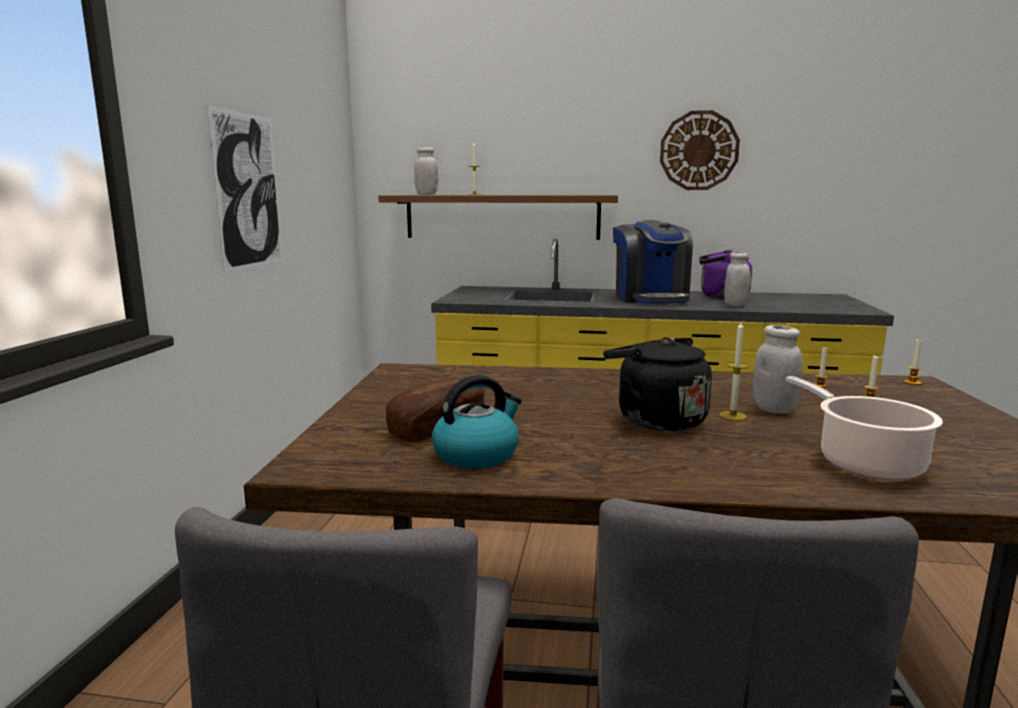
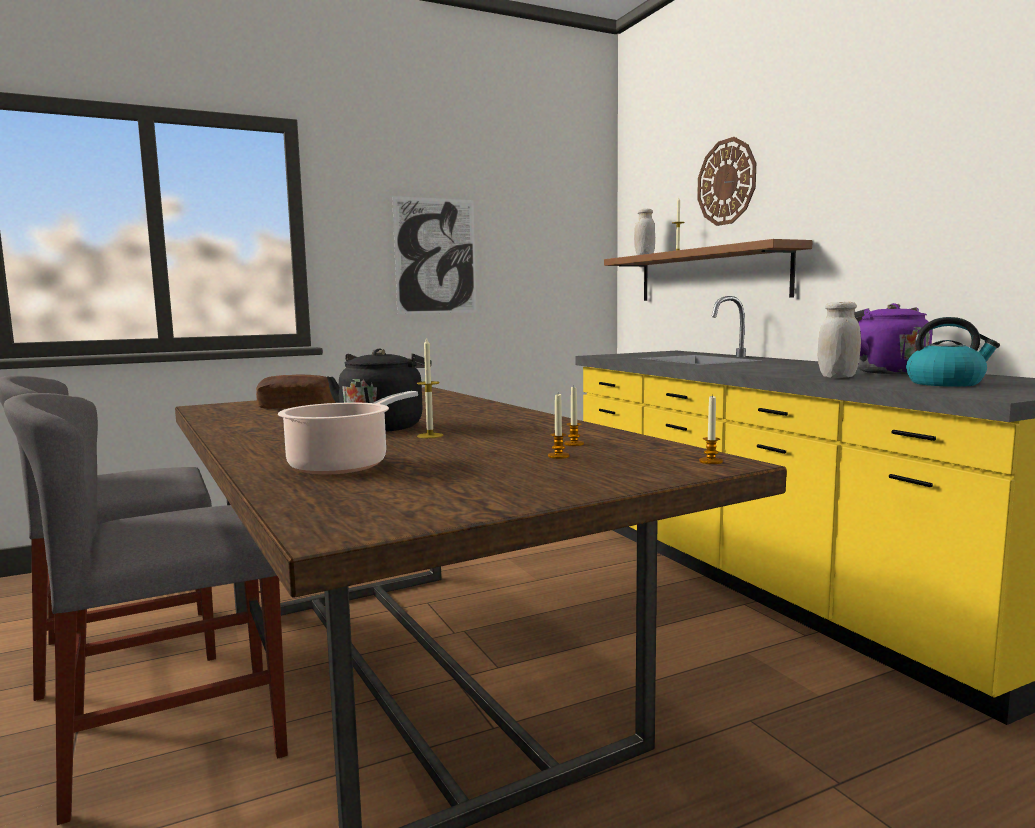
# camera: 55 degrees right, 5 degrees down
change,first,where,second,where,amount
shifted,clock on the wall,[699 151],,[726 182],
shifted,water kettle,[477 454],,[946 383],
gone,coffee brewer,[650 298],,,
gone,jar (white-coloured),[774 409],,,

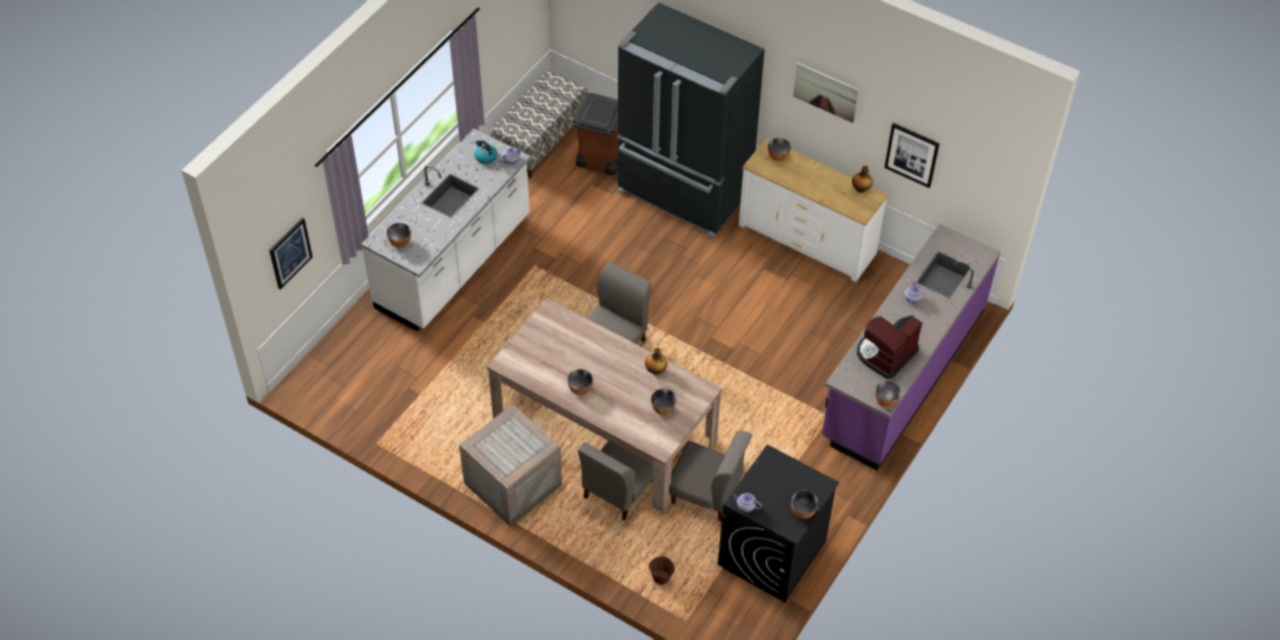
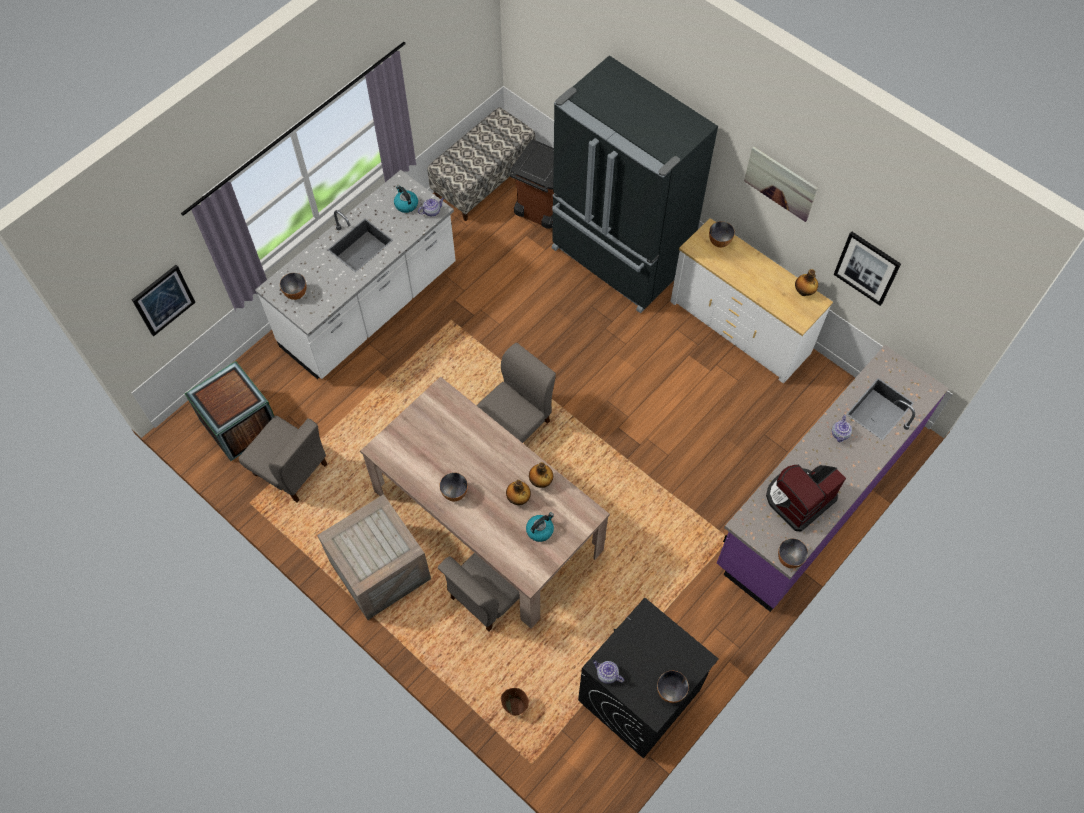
# camera: 10 degrees right, 10 degrees up
change,first,where,second,where,amount
new,,,crate,[240 424],
shifted,upright chair (greyish),[706 494],,[291 470],
new,,,drink bottle,[518 498],
swapped,deep dish,[663 409],water kettle,[540 530],

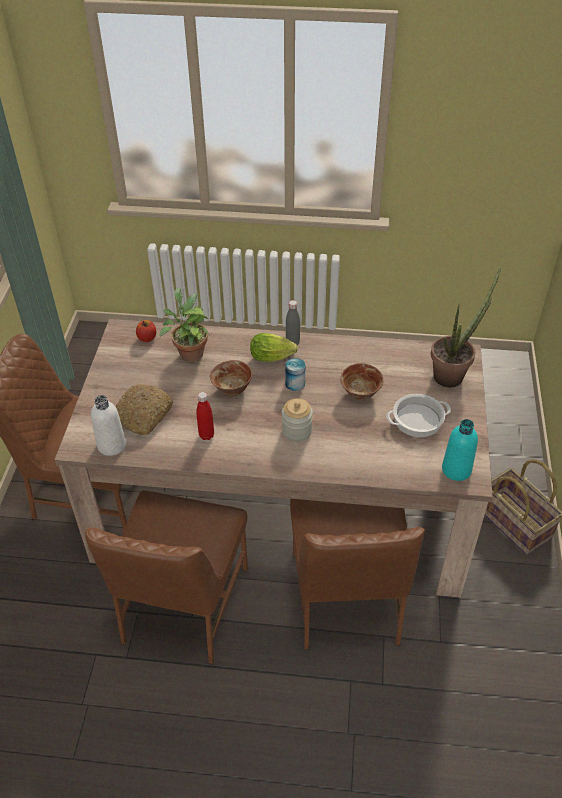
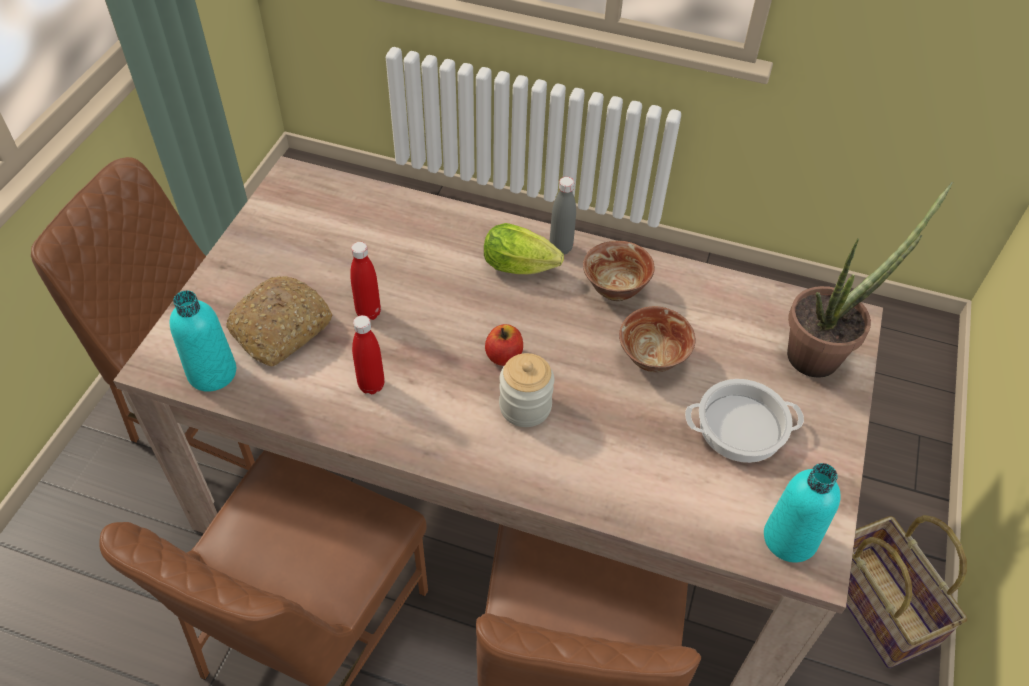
# camera: 10 degrees right, 5 degrees up
change,first,where,second,where,amount
repainted,drink bottle (white-coloured),[111 445],drink bottle (blue-green),[212 373],
new,,,drink bottle (reddish),[368 313],
shifted,apple,[147 338],,[504 356],
shifted,deep dish,[232 389],,[615 289],
gone,houseplant,[189 352],,,
gone,sealed can,[295 383],,,

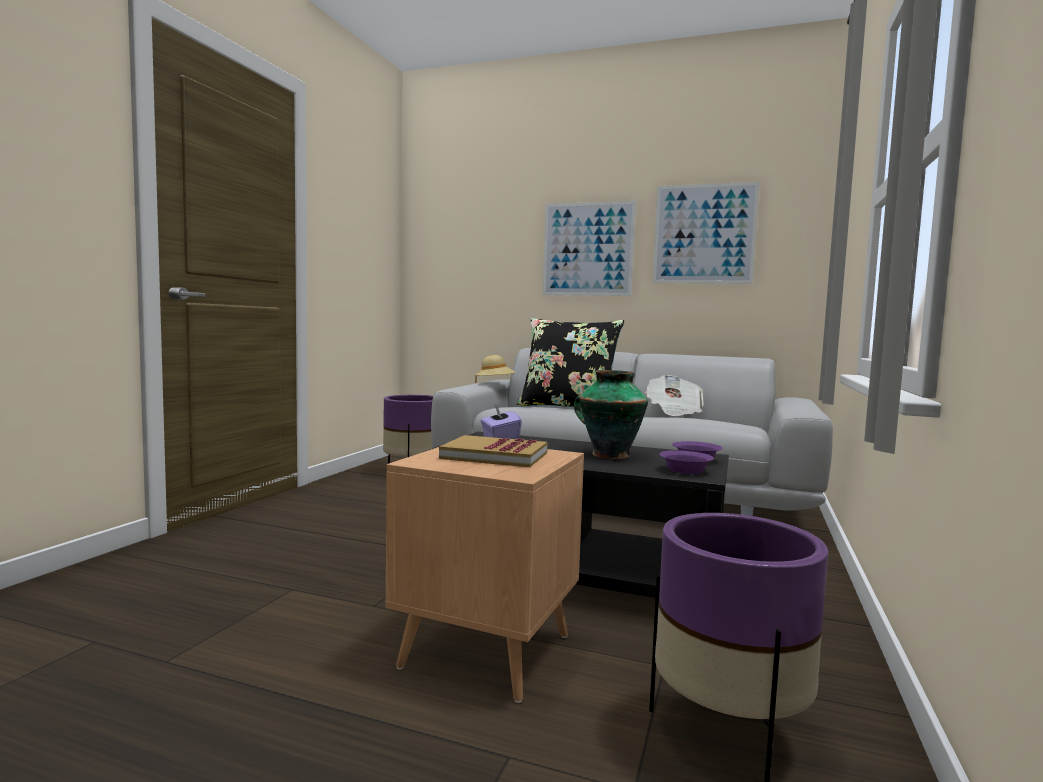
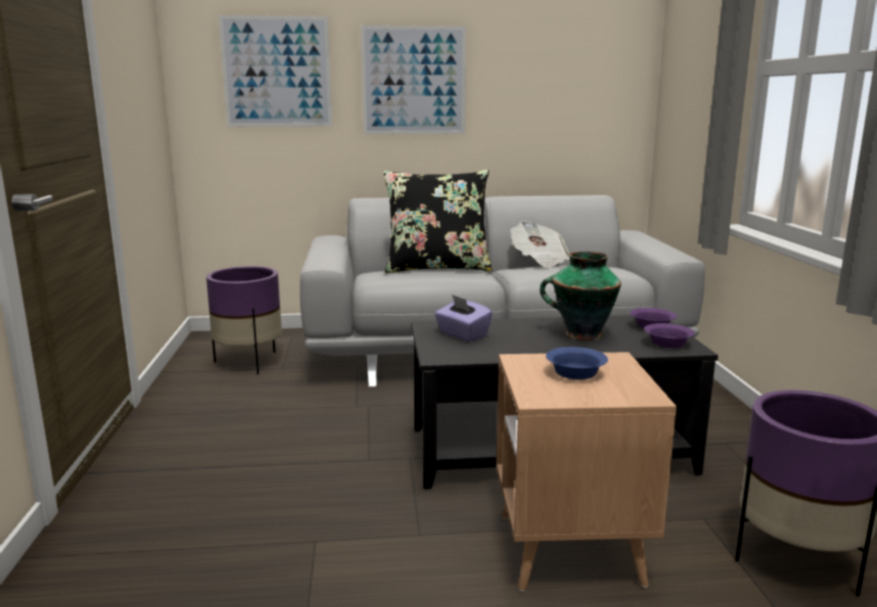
# camera: 25 degrees left, 10 degrees up
change,first,where,second,where,amount
shifted,picture,[704 234],,[277 72],
swapped,volume,[494 455],deep dish (blue),[577 373],
gone,hat (sand-coloured),[495 384],,,

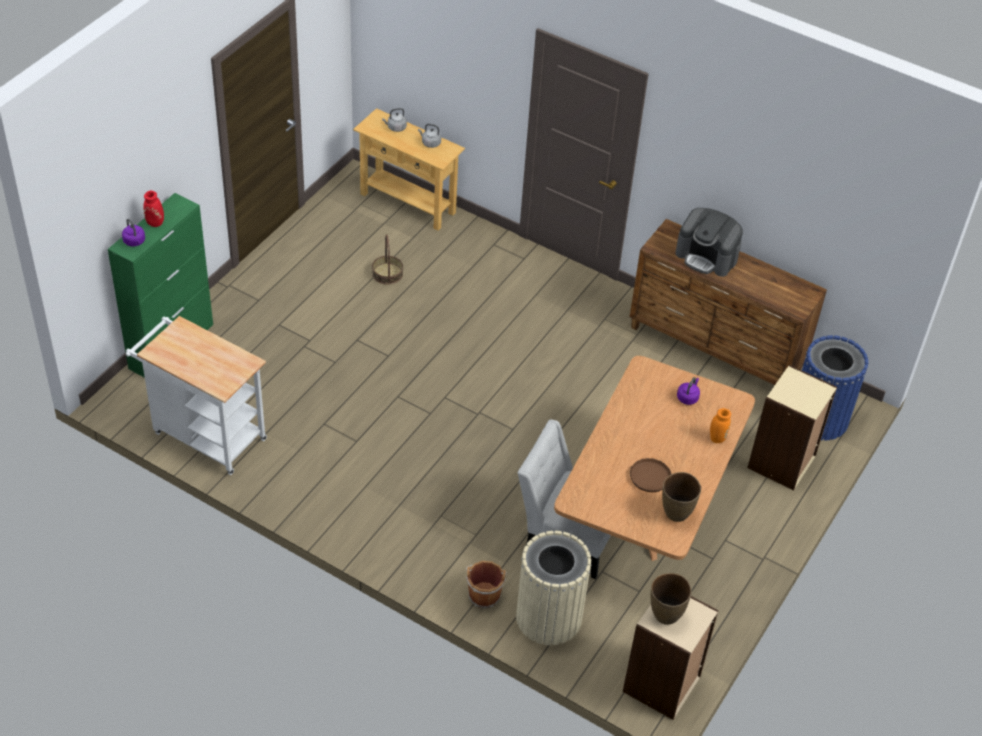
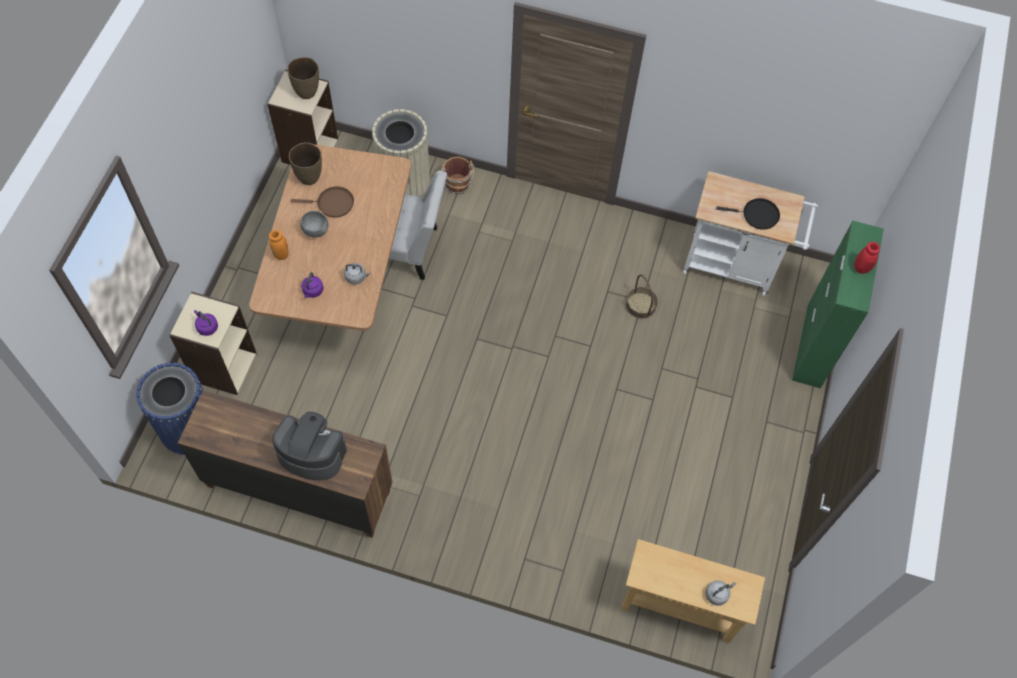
# camera: 165 degrees right, 15 degrees up
change,first,where,second,where,amount
shifted,water kettle (purplish),[135 242],,[207 327],
new,,,deep dish (greyish),[316 231],
shifted,water kettle (greyish),[430 143],,[357 277],
shifted,storage basket,[387 274],,[641 305],
new,,,skillet (black-coloured),[757 215],

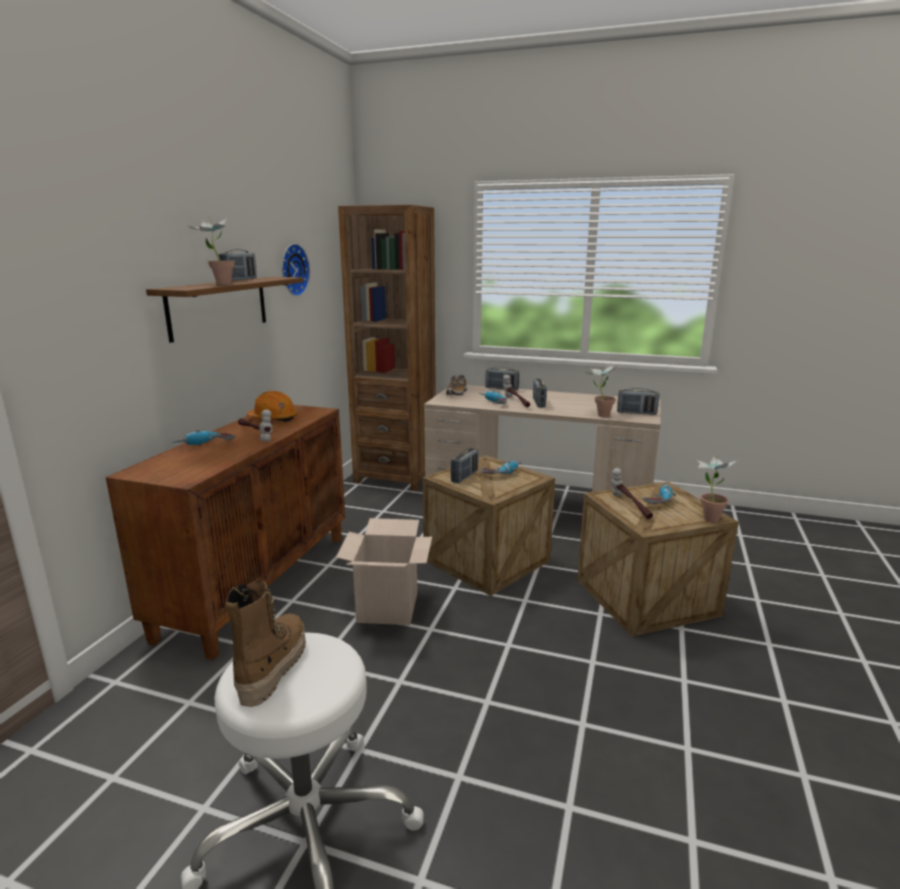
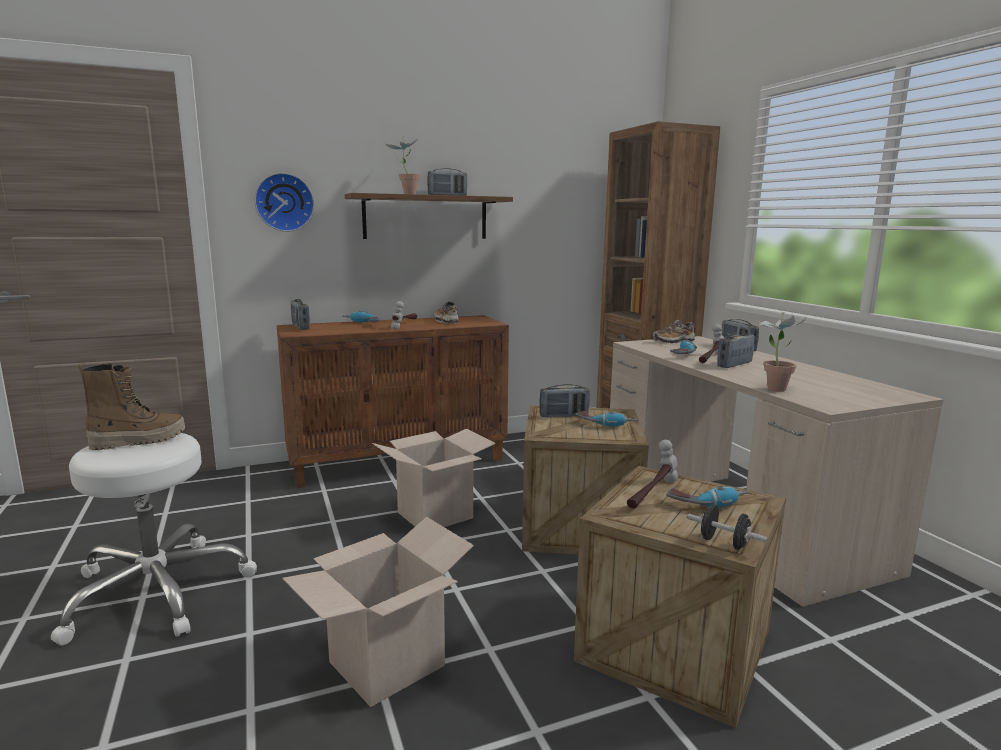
# camera: 50 degrees right, 5 degrees down
change,first,where,second,where,amount
shifted,clock on the wall,[292 270],,[284 202],
new,,,cardboard box,[386 664],
shifted,radio,[636 413],,[300 327],
swapped,work helmet (orangey),[273 419],shoe,[446 321],
swapped,houseplant,[708 516],free weight (black-coloured),[724 543],

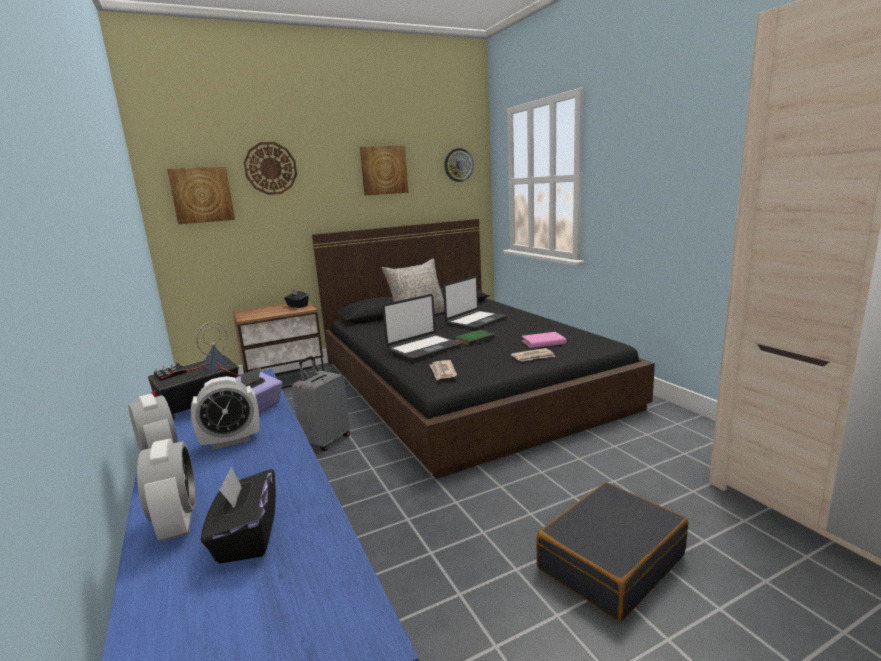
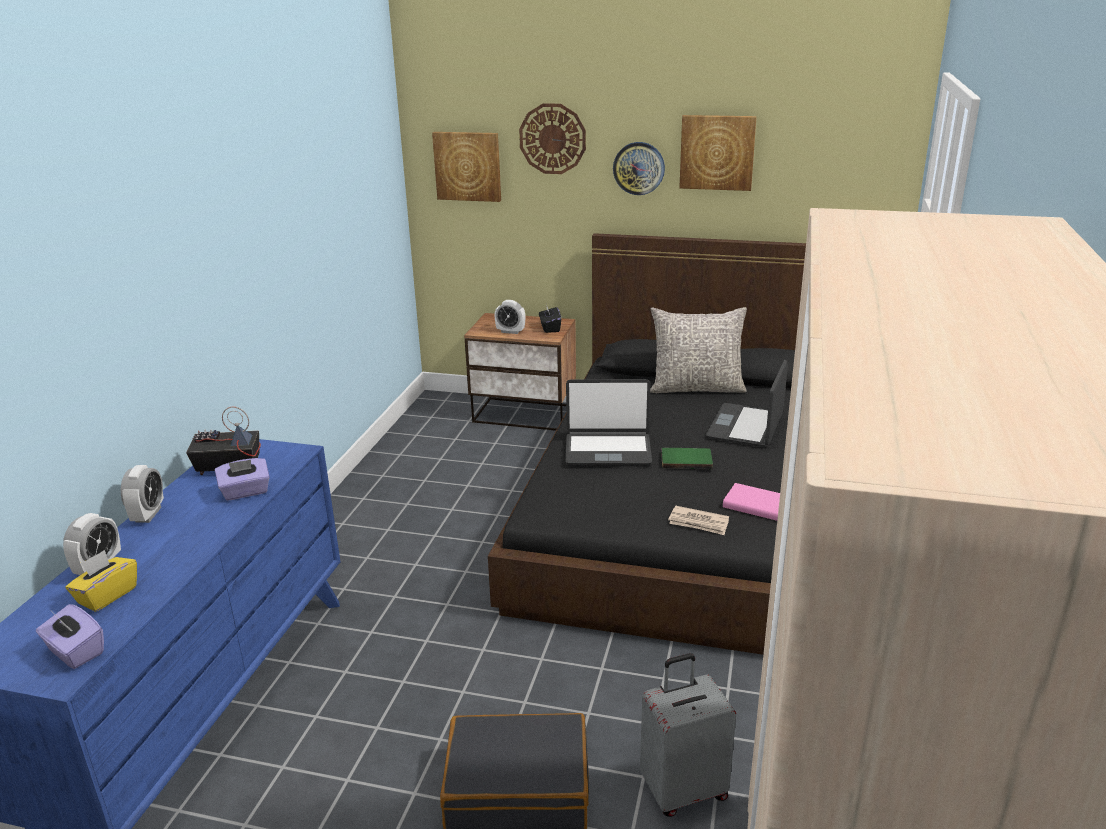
# camera: 40 degrees right, 10 degrees up
change,first,where,second,where,amount
new,,,box of tissues (purplish),[75 652],
repainted,box of tissues (black-coloured),[246 537],box of tissues (yellow),[107 595],
shifted,alarm clock,[231 441],,[510 331],
shifted,clock on the wall,[458 165],,[639 168],
shifted,suitcase (greyish),[326 441],,[683 789],
rotated,laptop,[475 320],,[746 427],120 degrees clockwise
gone,newspaper,[442 372],,,

